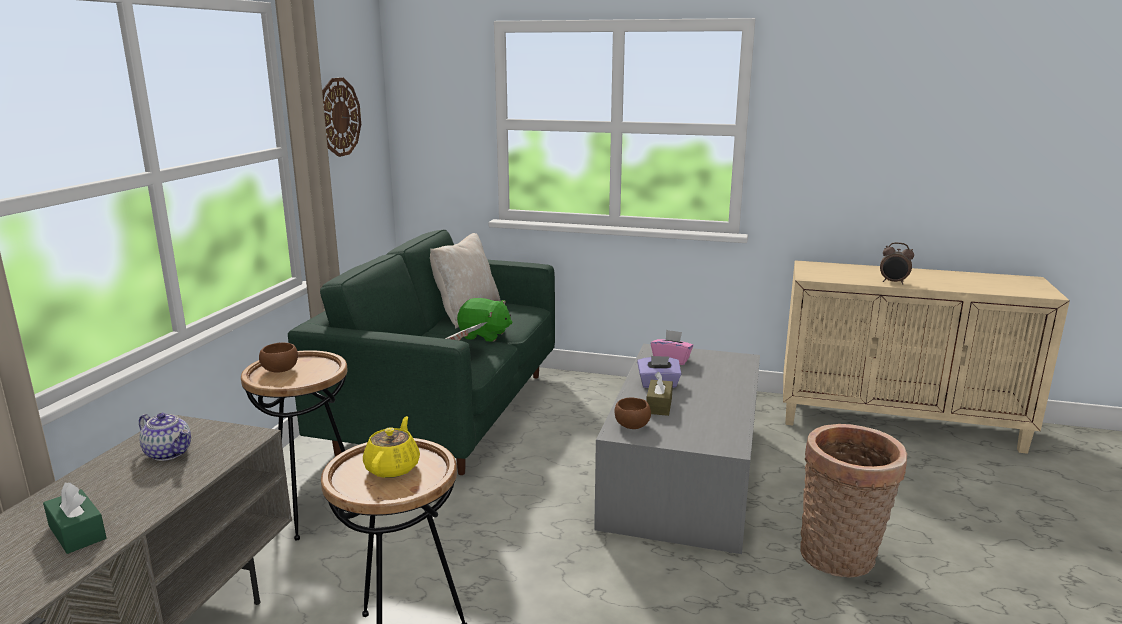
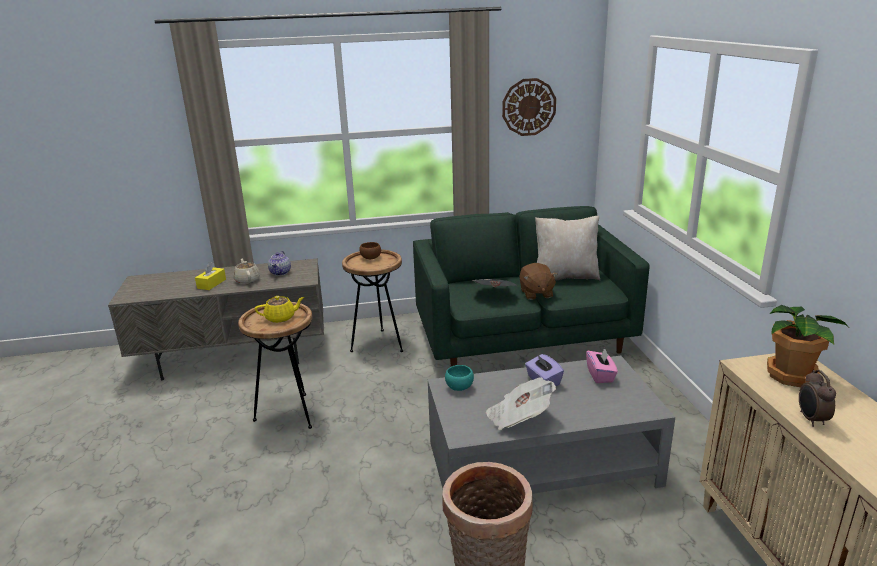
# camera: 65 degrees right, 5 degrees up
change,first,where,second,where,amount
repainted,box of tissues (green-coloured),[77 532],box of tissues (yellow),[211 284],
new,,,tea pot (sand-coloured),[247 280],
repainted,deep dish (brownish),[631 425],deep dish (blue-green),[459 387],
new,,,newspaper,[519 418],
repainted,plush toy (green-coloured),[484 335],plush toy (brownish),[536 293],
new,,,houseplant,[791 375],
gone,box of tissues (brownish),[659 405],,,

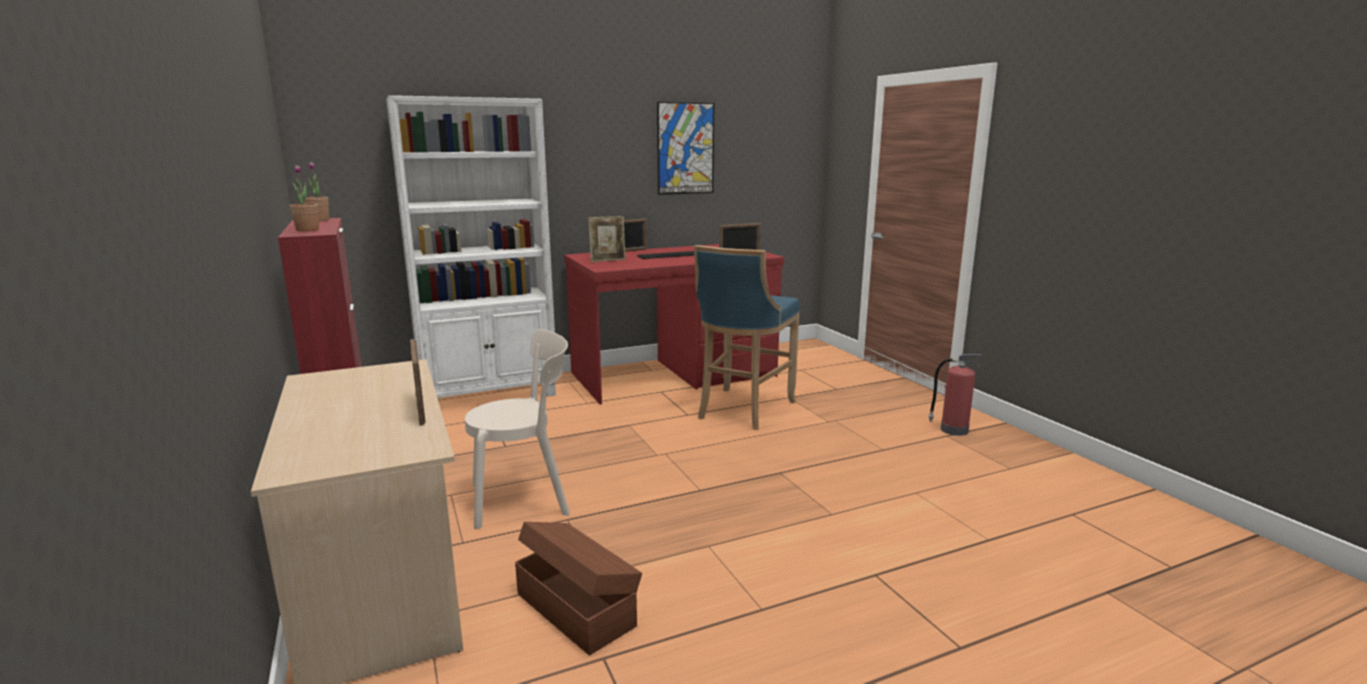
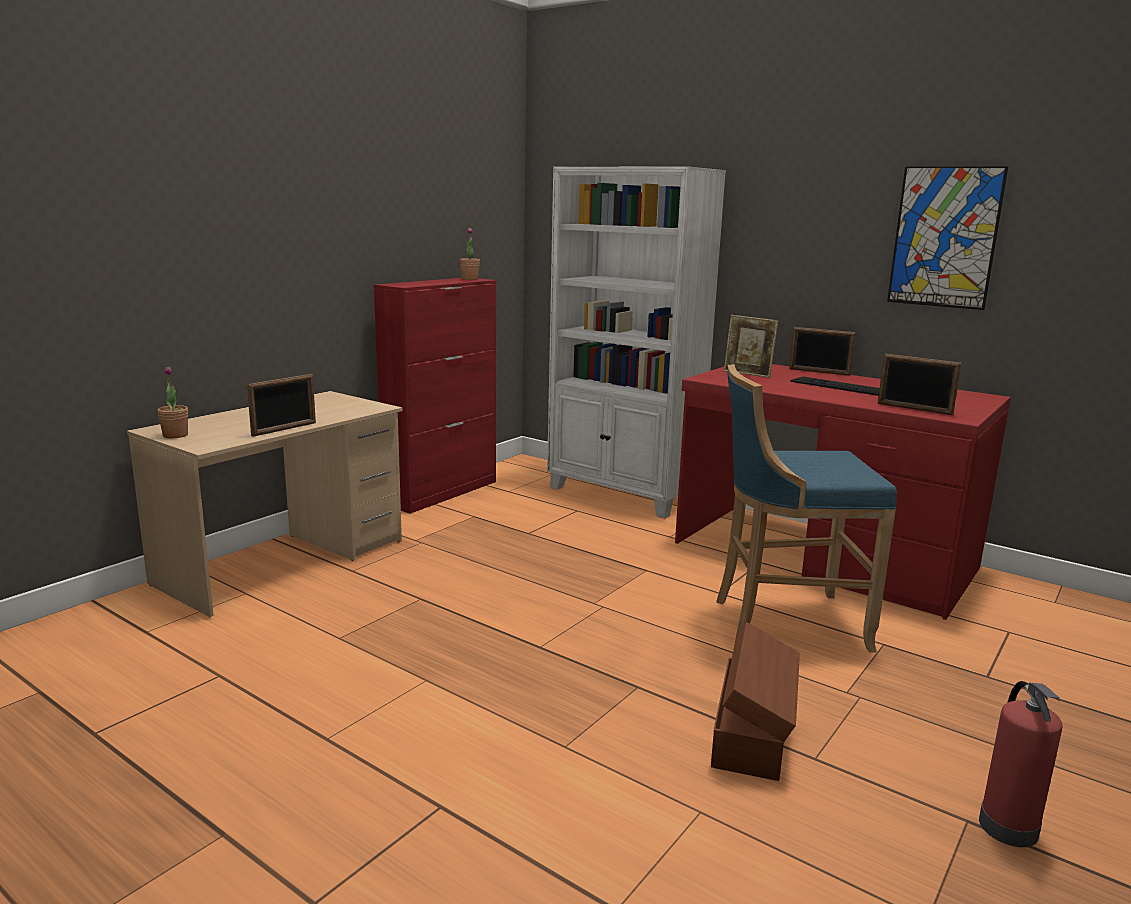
# camera: 60 degrees right, 0 degrees up
change,first,where,second,where,amount
shifted,houseplant,[307 230],,[175 435],
shifted,storage box (brownish),[576 608],,[752 732],
gone,upright chair (sand-coloured),[526 498],,,

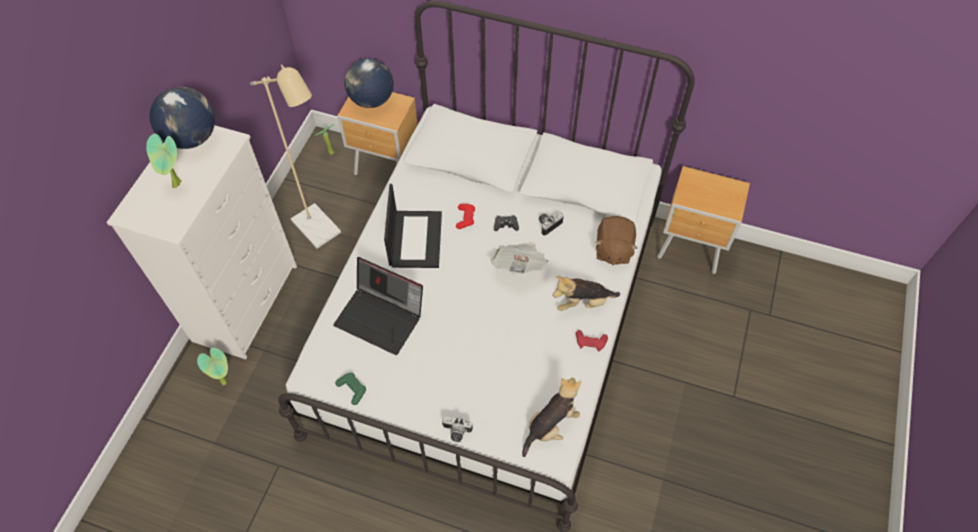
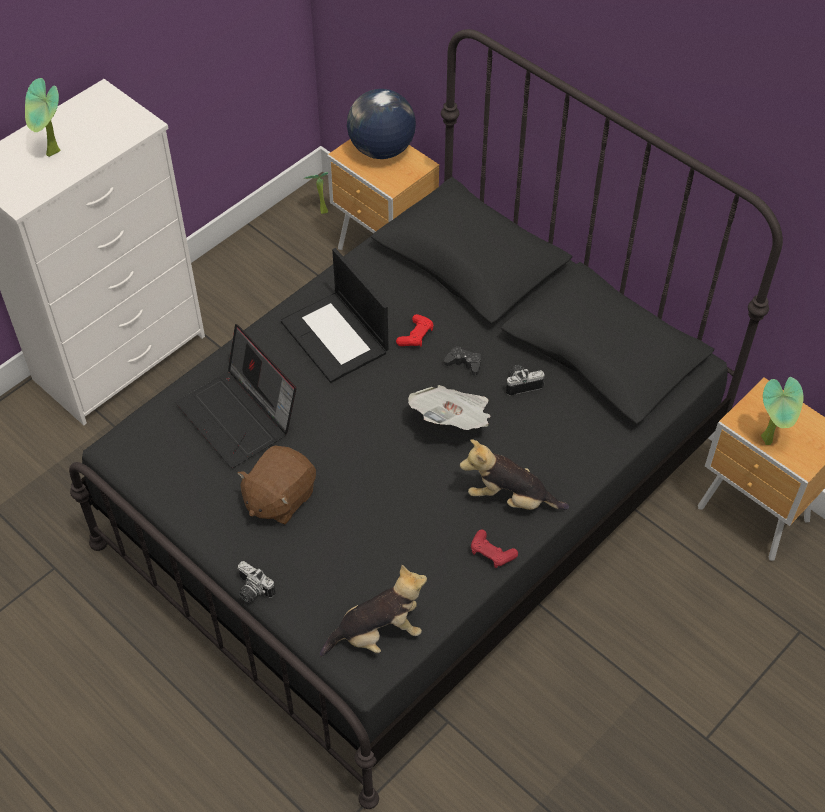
# camera: 25 degrees right, 5 degrees down
change,first,where,second,where,amount
repainted,sleeping bed (white-coloured),[489 322],sleeping bed (black-coloured),[413 500],
shifted,plush toy (brownish),[613 250],,[279 498],
rotated,laptop,[415 238],,[336 337],120 degrees clockwise
shifted,houseplant,[225 381],,[770 440],
gone,world globe,[191 138],,,
gone,standard lamp (sand-coloured),[321 232],,,
gone,joypad (green-coloured),[352 389],,,

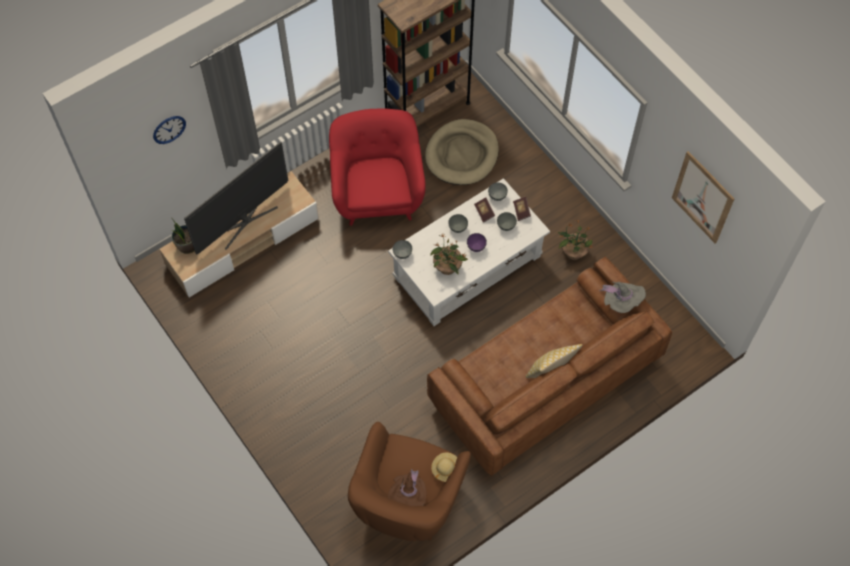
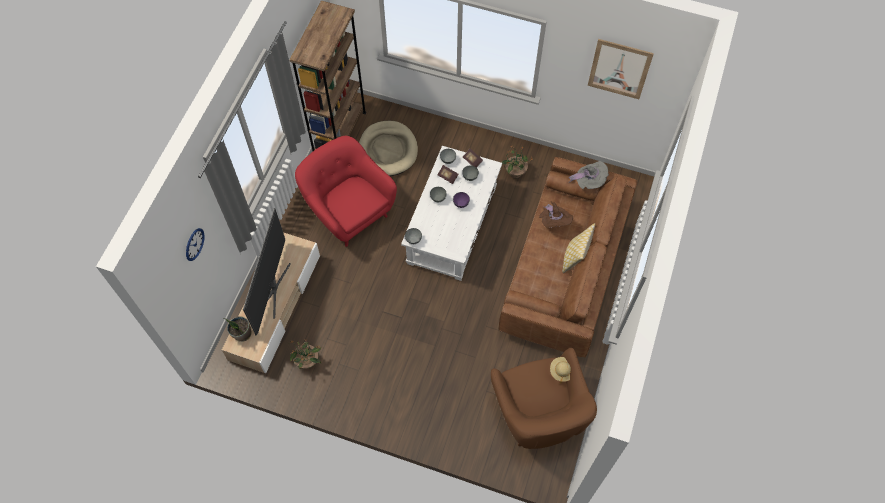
# camera: 35 degrees left, 0 degrees up
change,first,where,second,where,amount
shifted,houseplant,[447 267],,[307 361],
shifted,hat (brownish),[408 495],,[554 222],

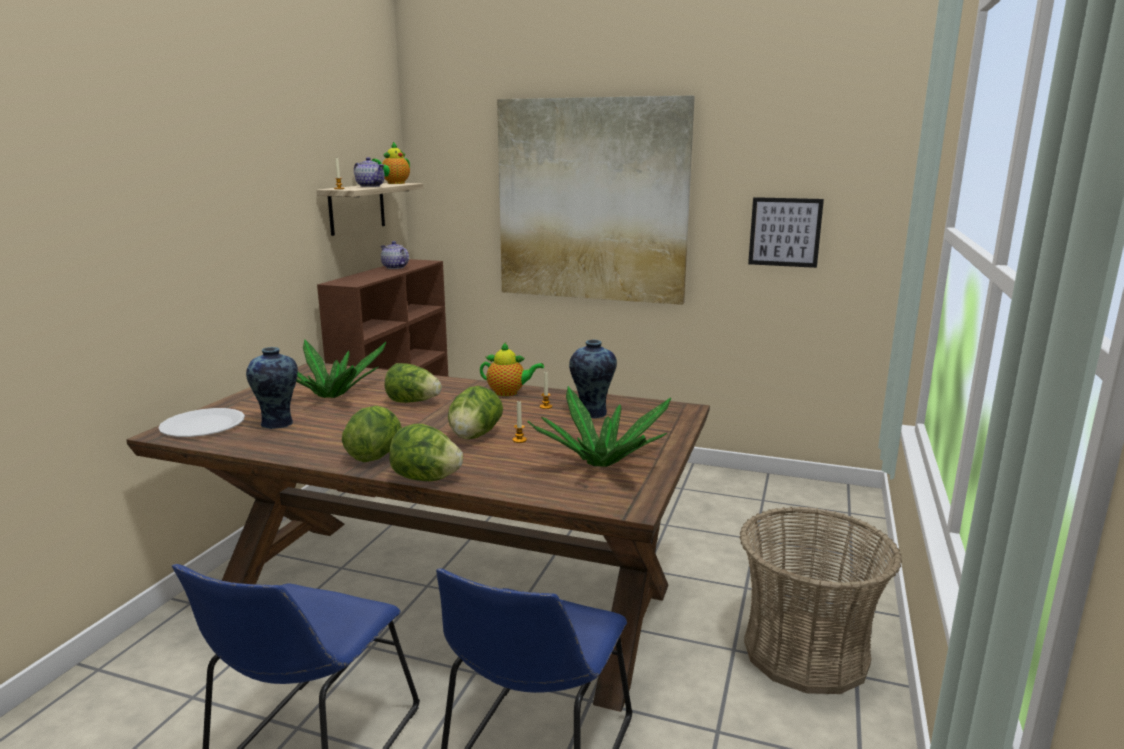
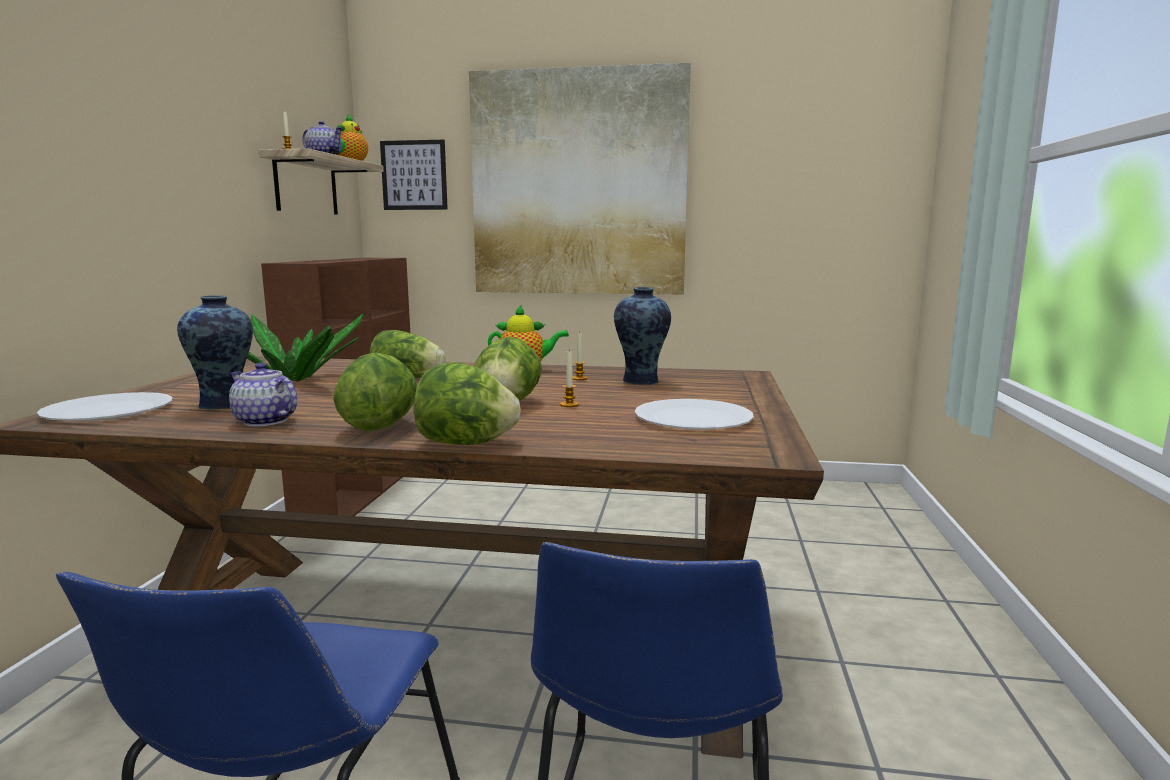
# camera: 10 degrees left, 5 degrees down
change,first,where,second,where,amount
shifted,tea pot,[395 267],,[265 421],
shifted,picture,[785 232],,[414 175],
swapped,houseplant,[601 462],dinner plate (white-coloured),[693 418],
gone,storage basket,[805 652],,,

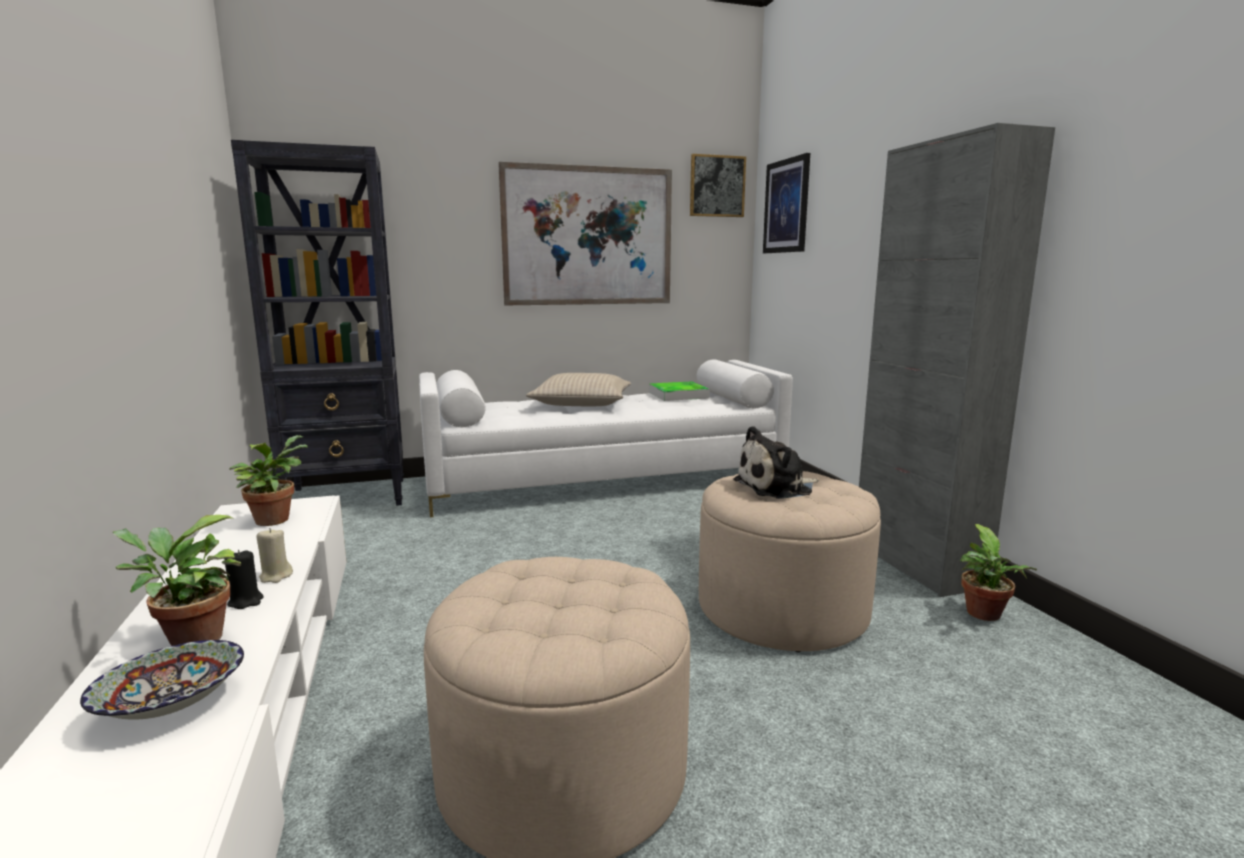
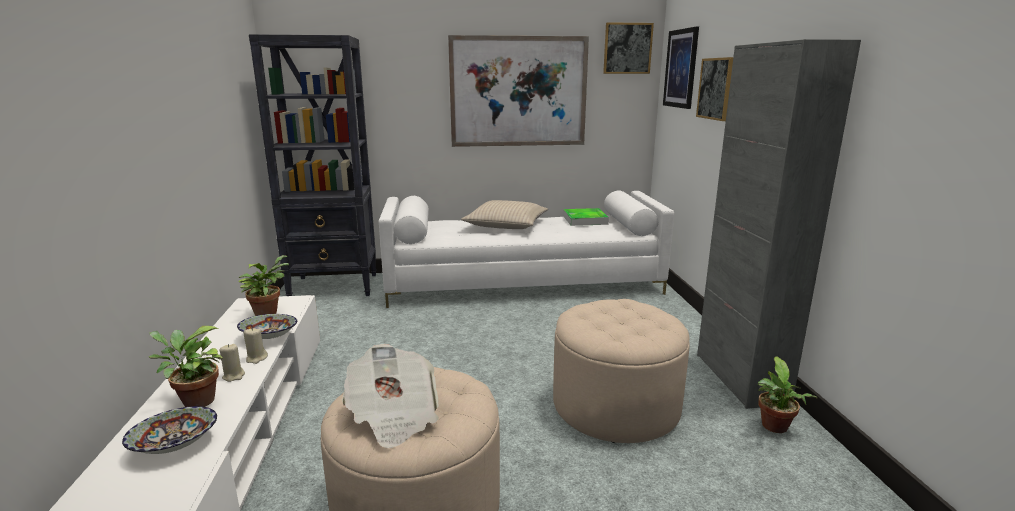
# camera: 10 degrees right, 5 degrees up
change,first,where,second,where,amount
repainted,wax light (black-coloured),[246 601],wax light (sand-coloured),[234 376],
new,,,deep dish,[269 338],
new,,,newspaper,[393 416],
new,,,picture,[716 88],
gone,plush toy,[777 487],,,

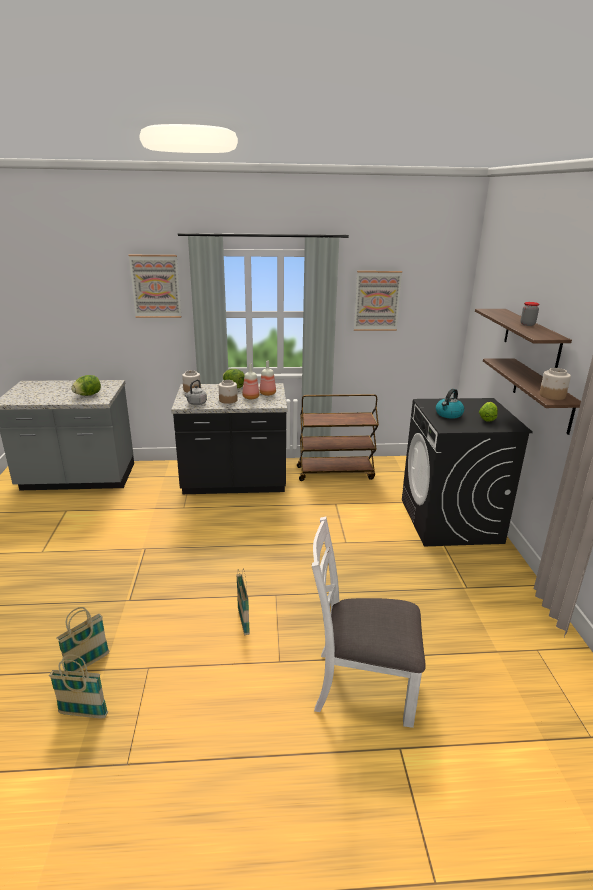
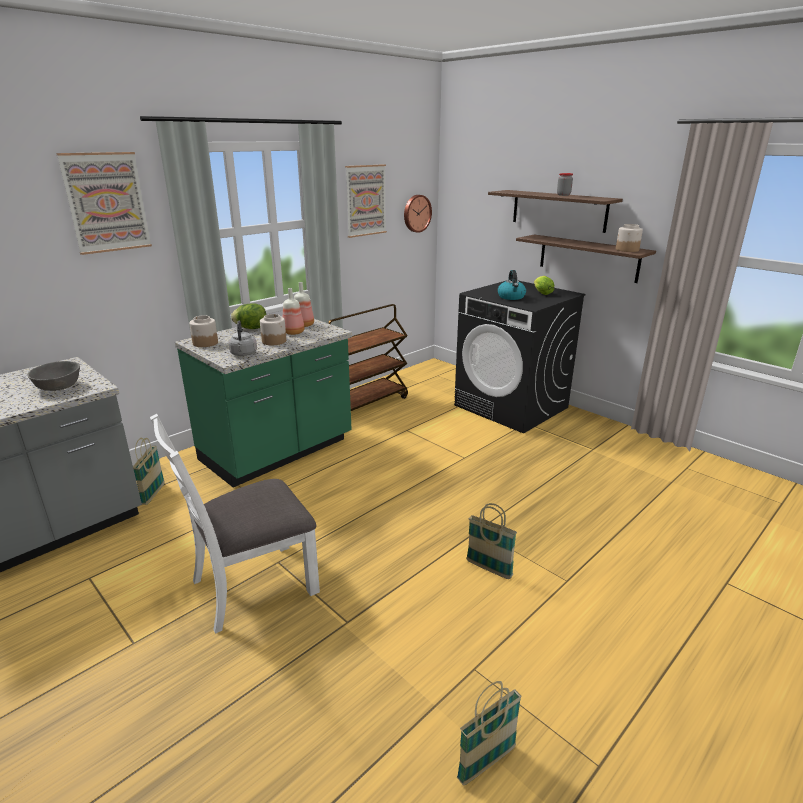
# camera: 40 degrees left, 0 degrees up
change,first,where,second,where,amount
swapped,lettuce,[88 395],deep dish (greyish),[59 387],
shifted,storage basket,[87 664],,[153 494],
shifted,upright chair (white-coloured),[362 685],,[253 585],
repainted,counter (black-coloured),[234 483],counter (green-coloured),[277 451],
new,,,clock on the wall,[416 213],

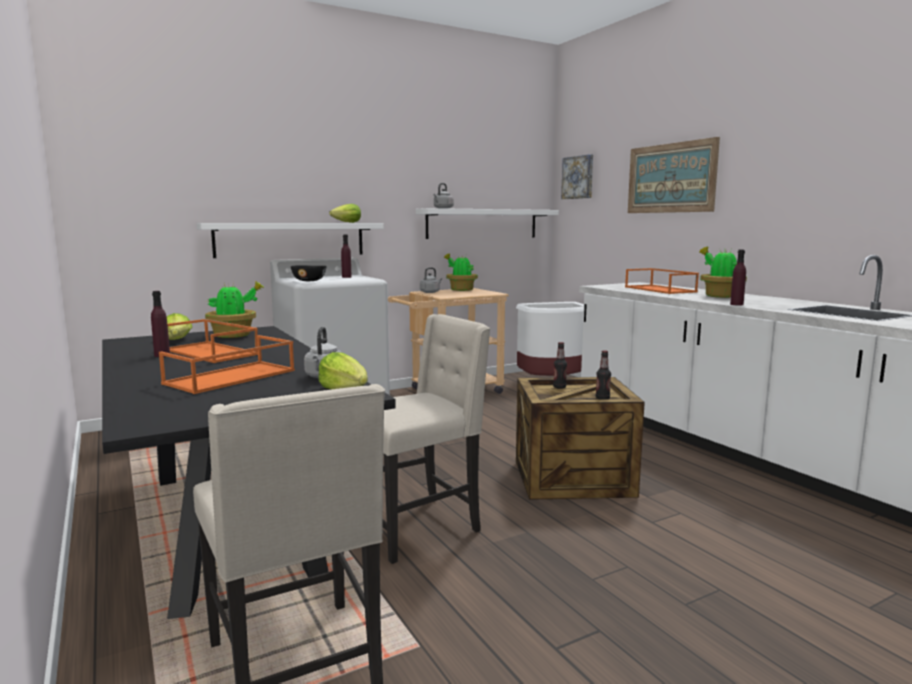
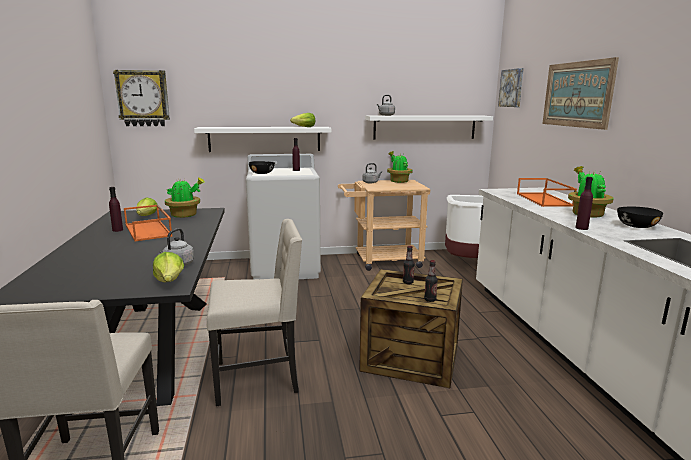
# camera: 20 degrees right, 5 degrees up
change,first,where,second,where,amount
new,,,clock on the wall,[143 98],
new,,,deep dish (black-coloured),[636 226],
gone,carrying tray (orangey),[230 377],,,

